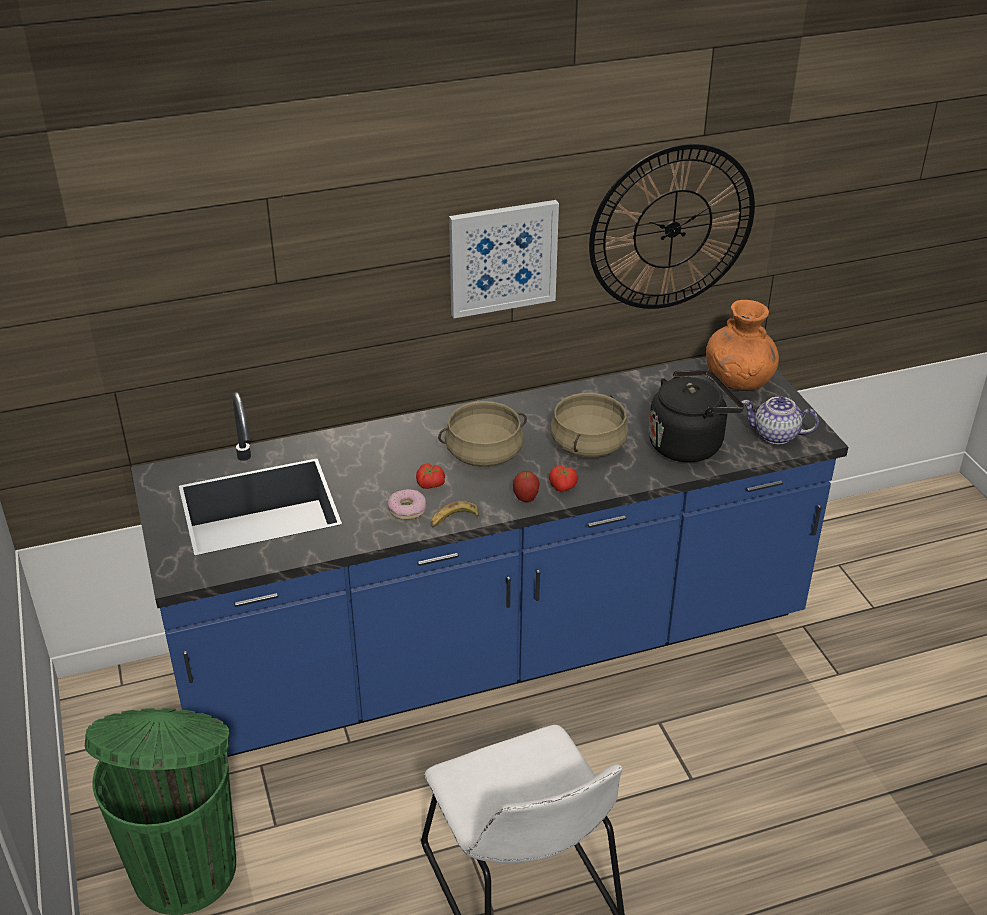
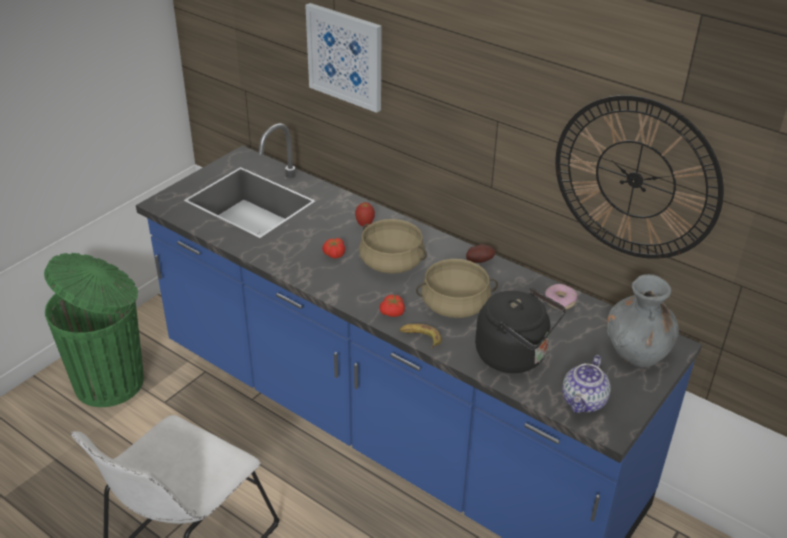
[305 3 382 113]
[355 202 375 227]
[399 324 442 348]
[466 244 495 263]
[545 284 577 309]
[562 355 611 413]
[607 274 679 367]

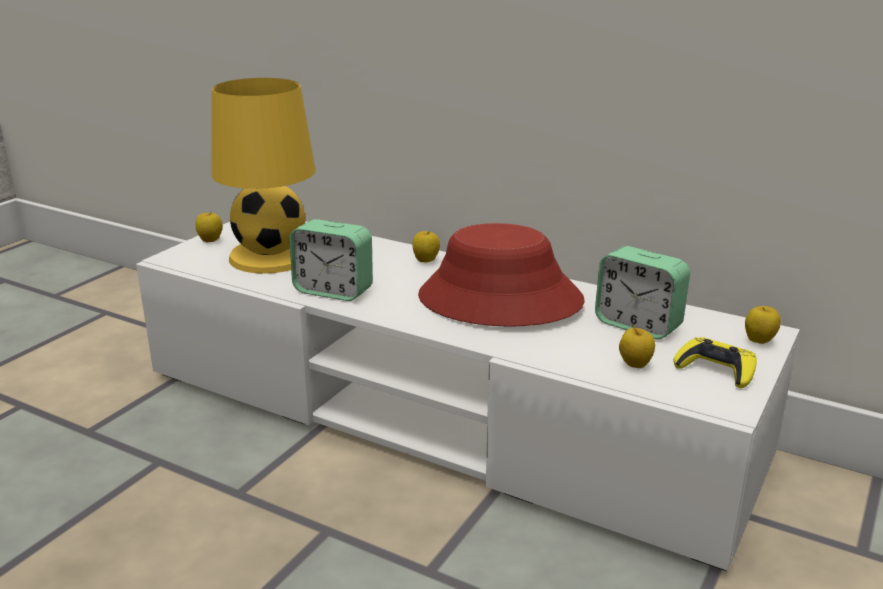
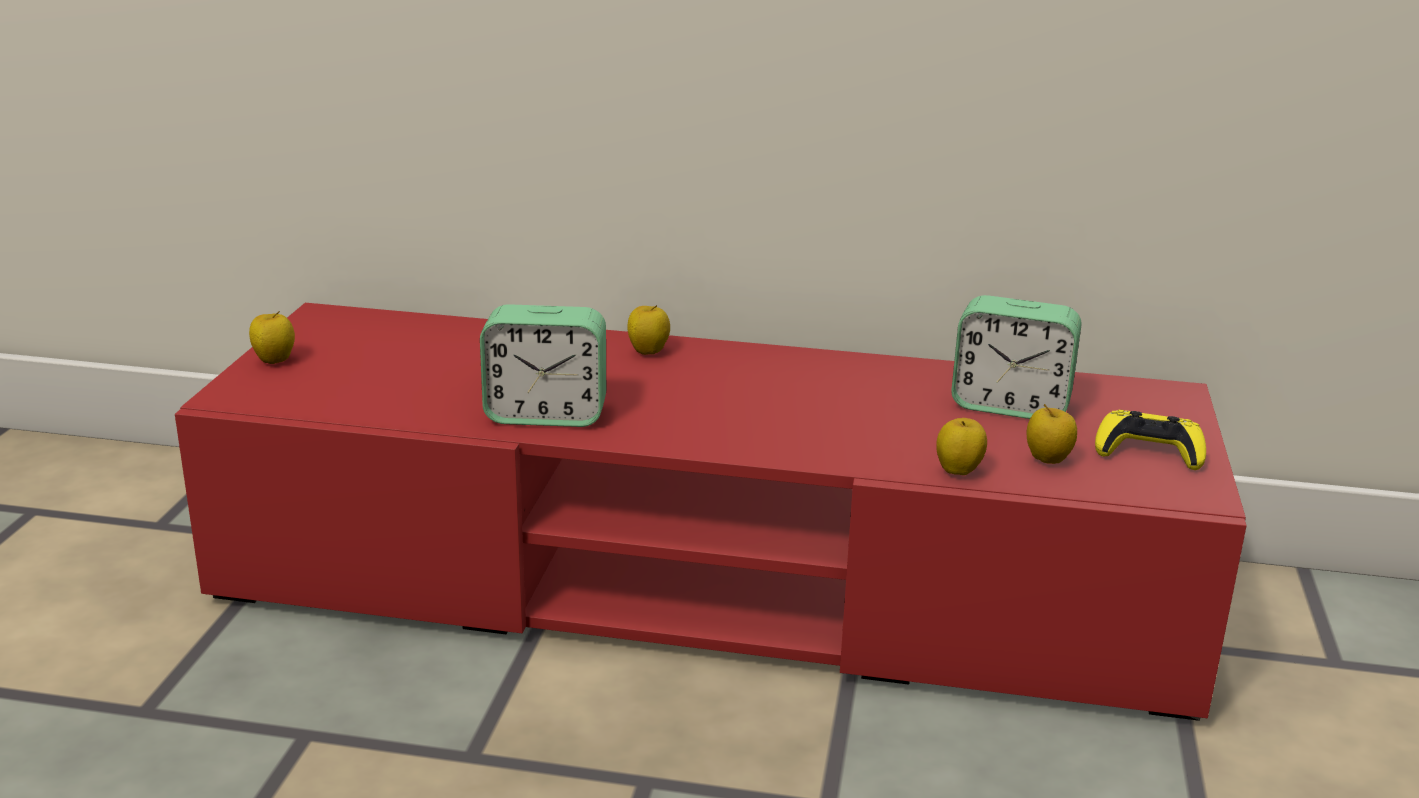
[175 303 1247 721]
[936 418 987 475]
[212 78 315 274] (first image)
[418 223 585 327] (first image)

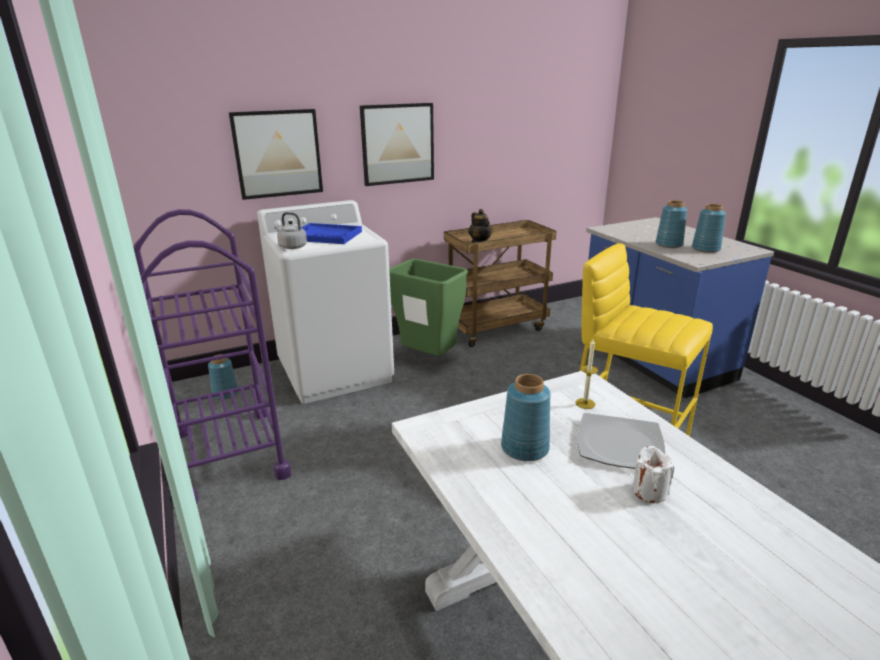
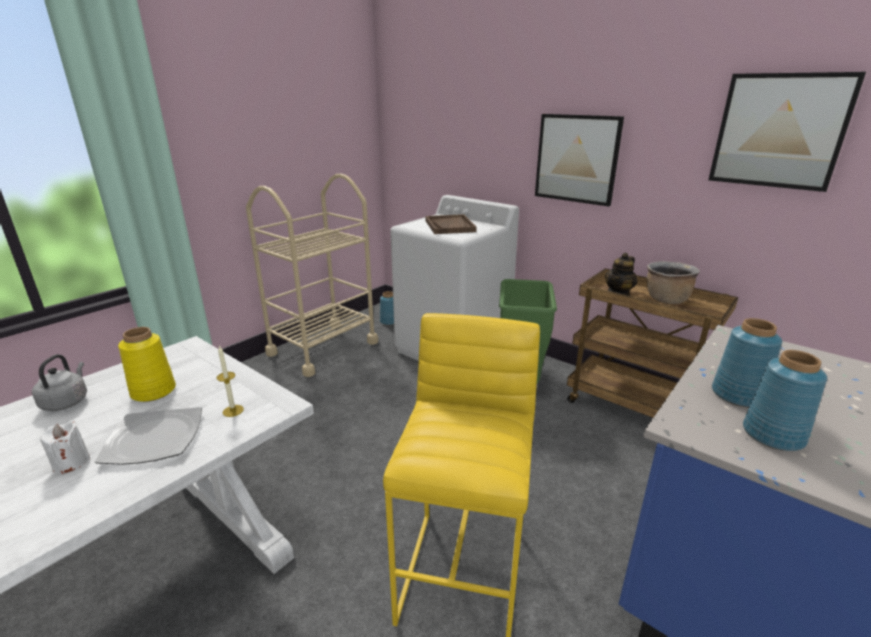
[32 354 87 411]
[118 327 176 402]
[246 174 378 377]
[425 214 477 234]
[647 261 700 304]
[709 72 866 192]

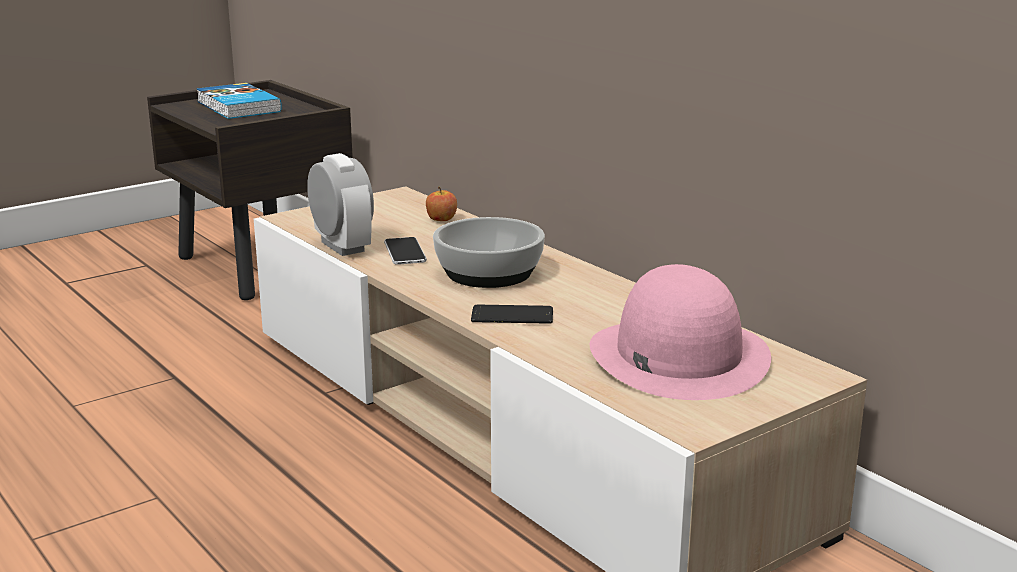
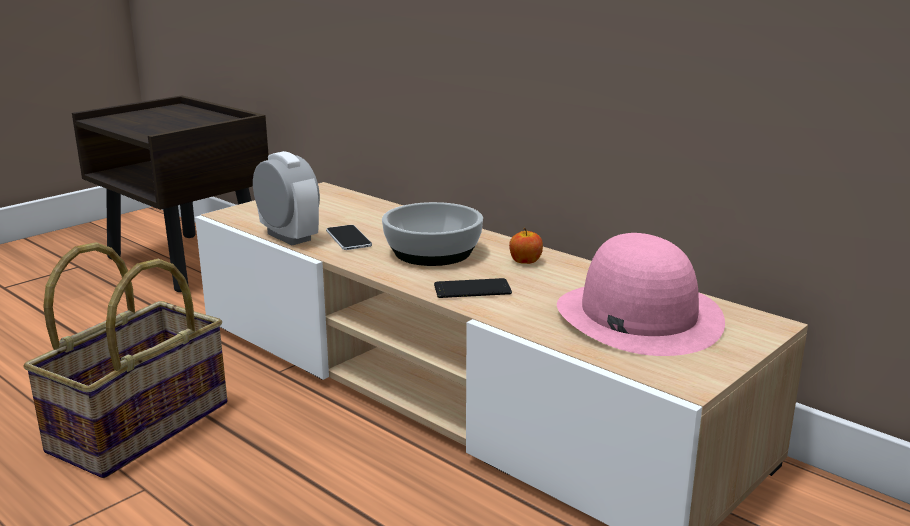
[23 242 227 478]
[509 227 543 264]
[197 83 282 119] (first image)

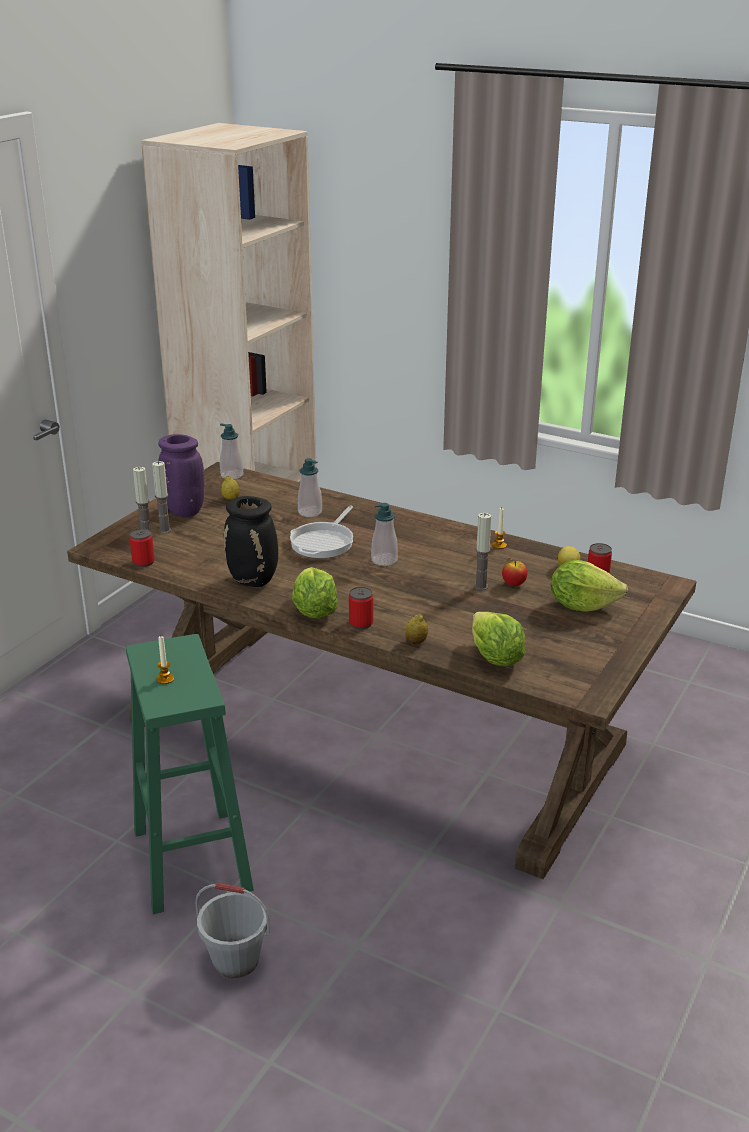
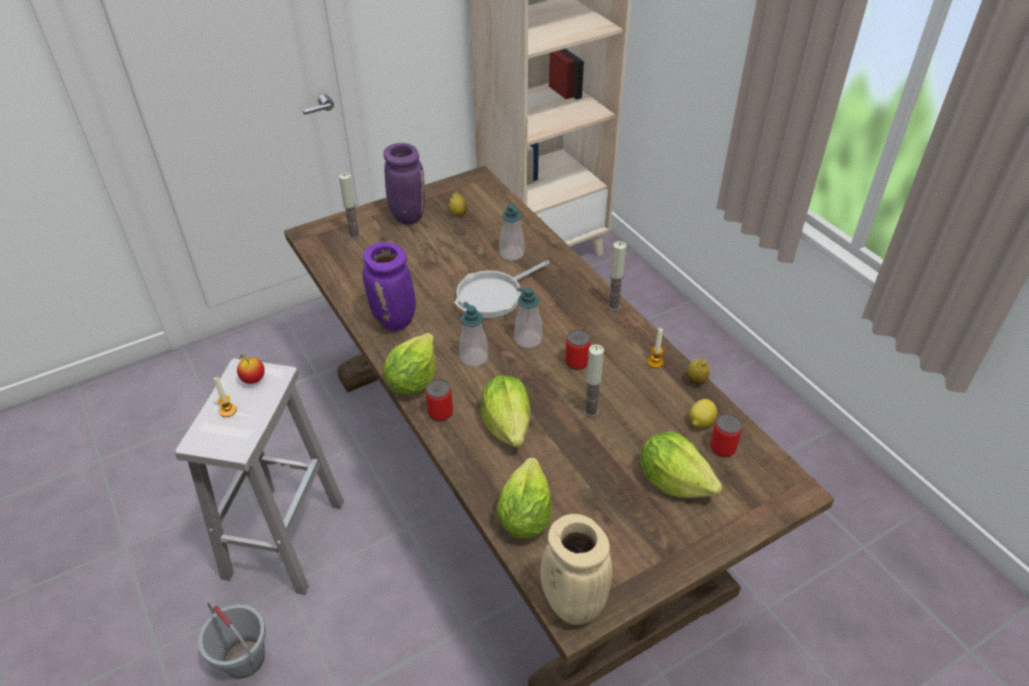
[175 359 344 595]
[237 355 265 384]
[362 242 416 331]
[459 302 488 367]
[481 375 531 447]
[540 514 613 625]
[565 329 590 370]
[607 241 626 311]
[686 359 710 384]

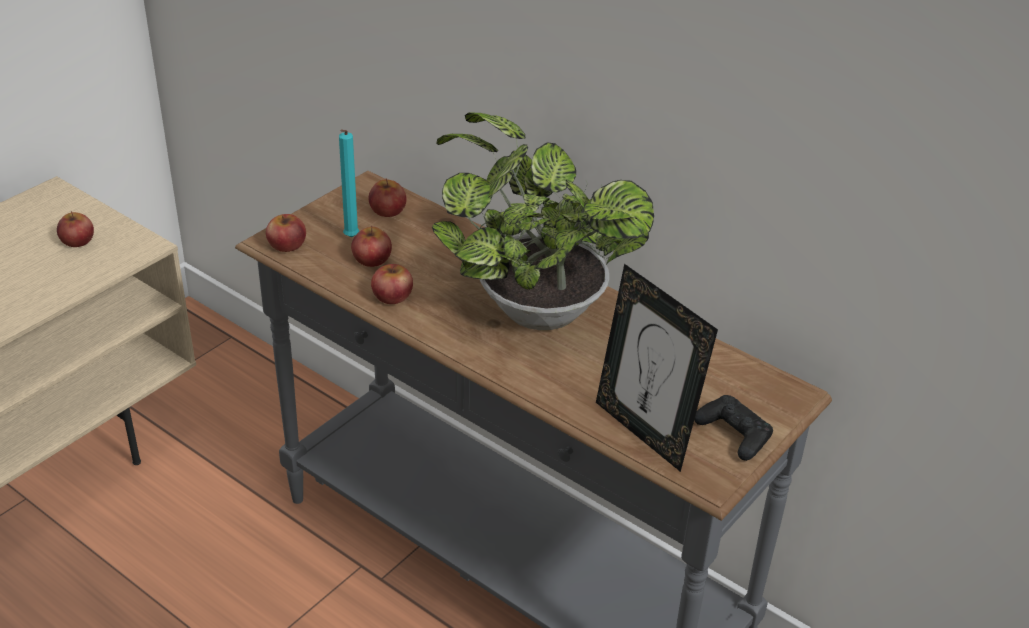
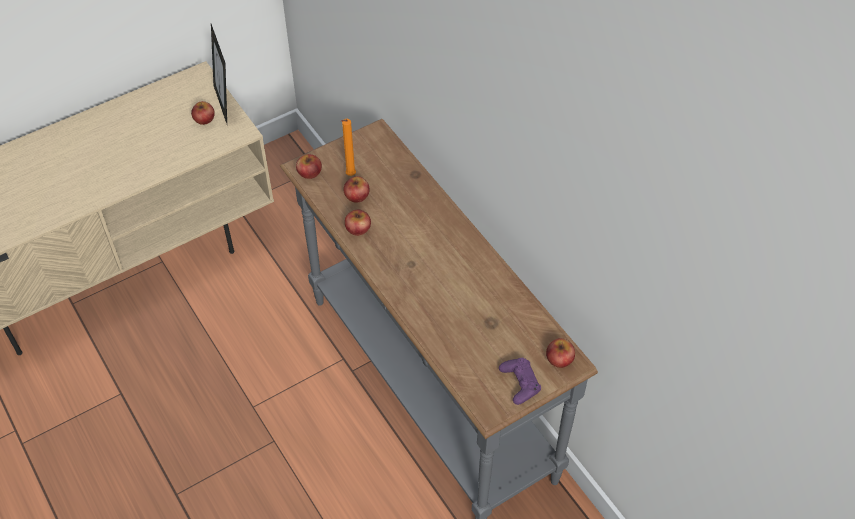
[211 24 227 123]
[341 119 356 176]
[499 358 541 405]
[546 338 575 368]
[432 112 654 330] (first image)

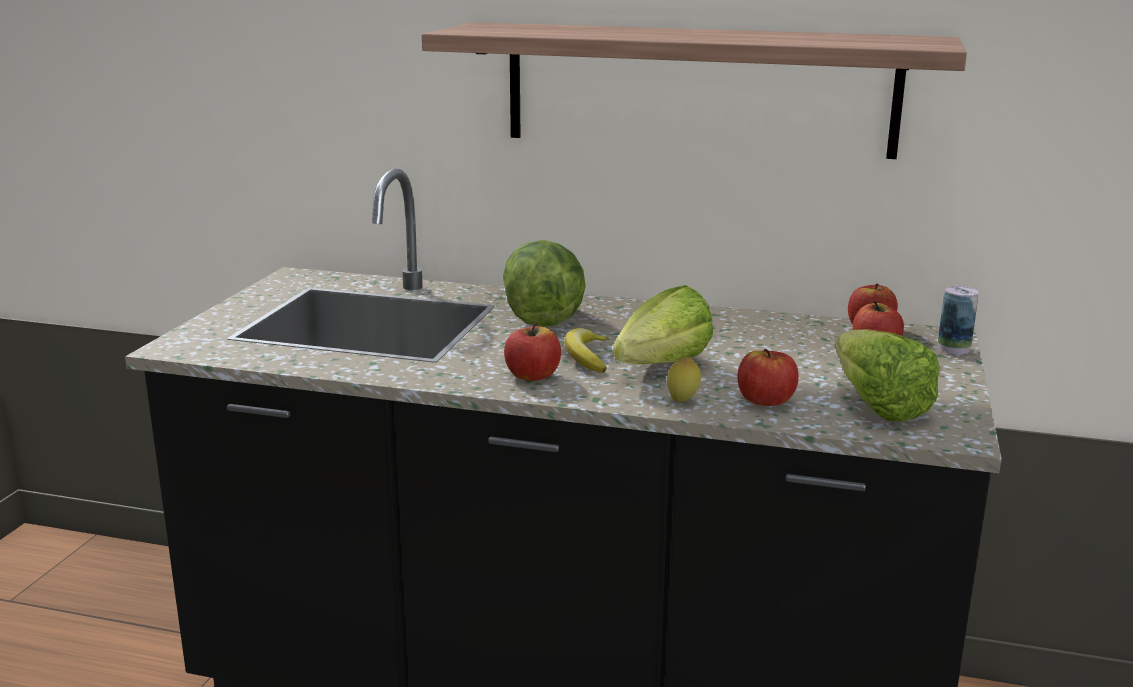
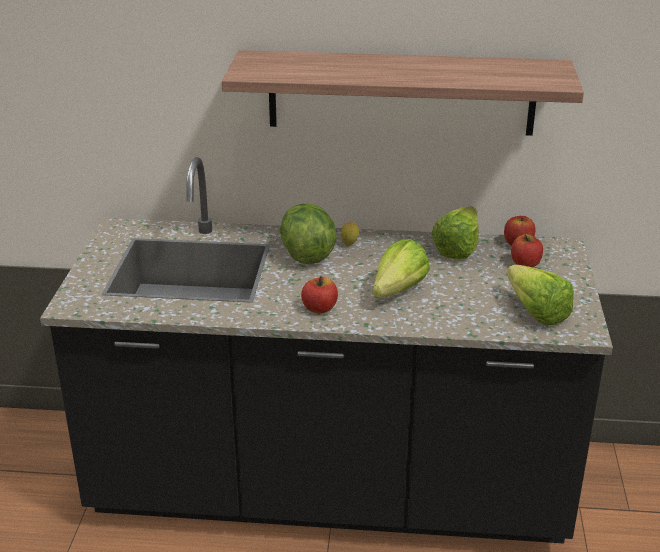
[341 221 359 245]
[431 206 479 259]
[564 328 610 373] (first image)
[738 349 799 406] (first image)
[938 286 978 355] (first image)

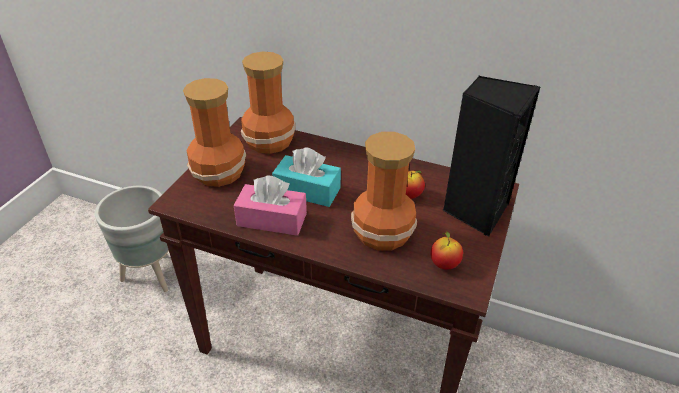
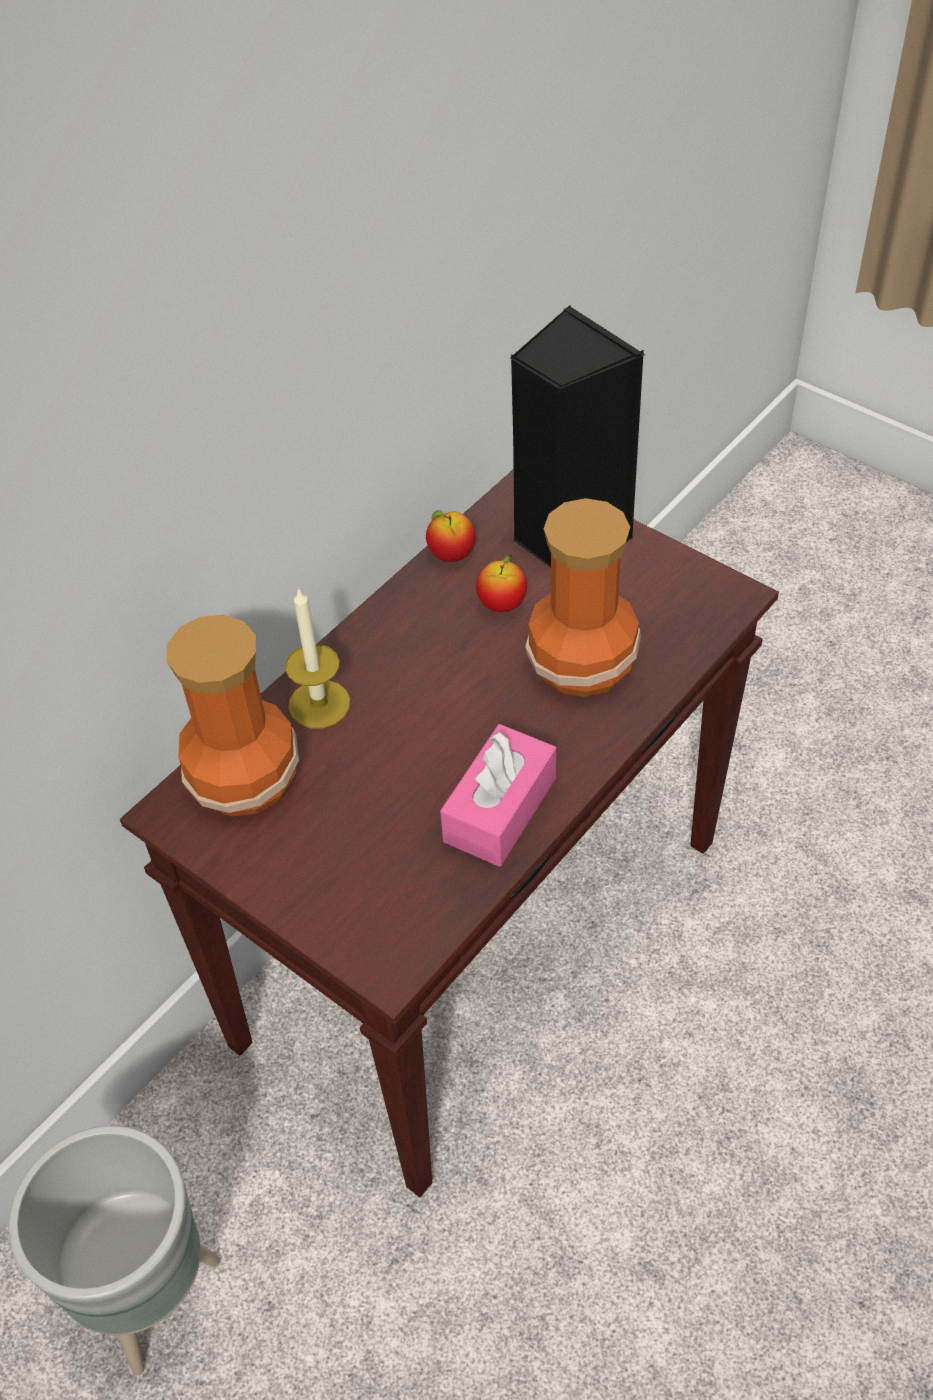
[285 587 350 729]
[426 510 476 562]
[183 78 246 187] (first image)
[272 147 341 207] (first image)

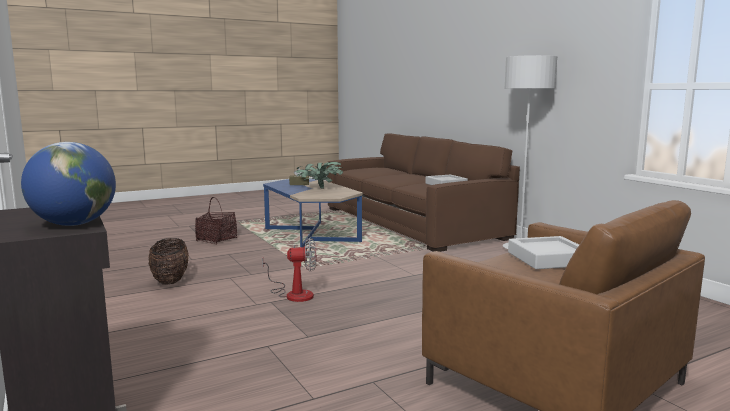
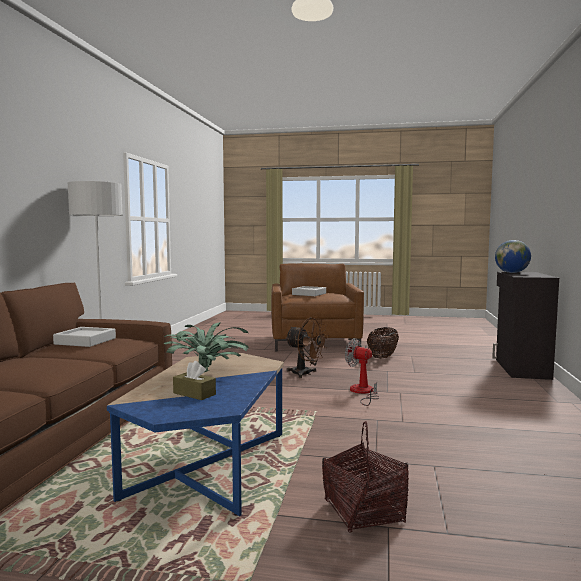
[285 317 329 378]
[367 327 399 359]

